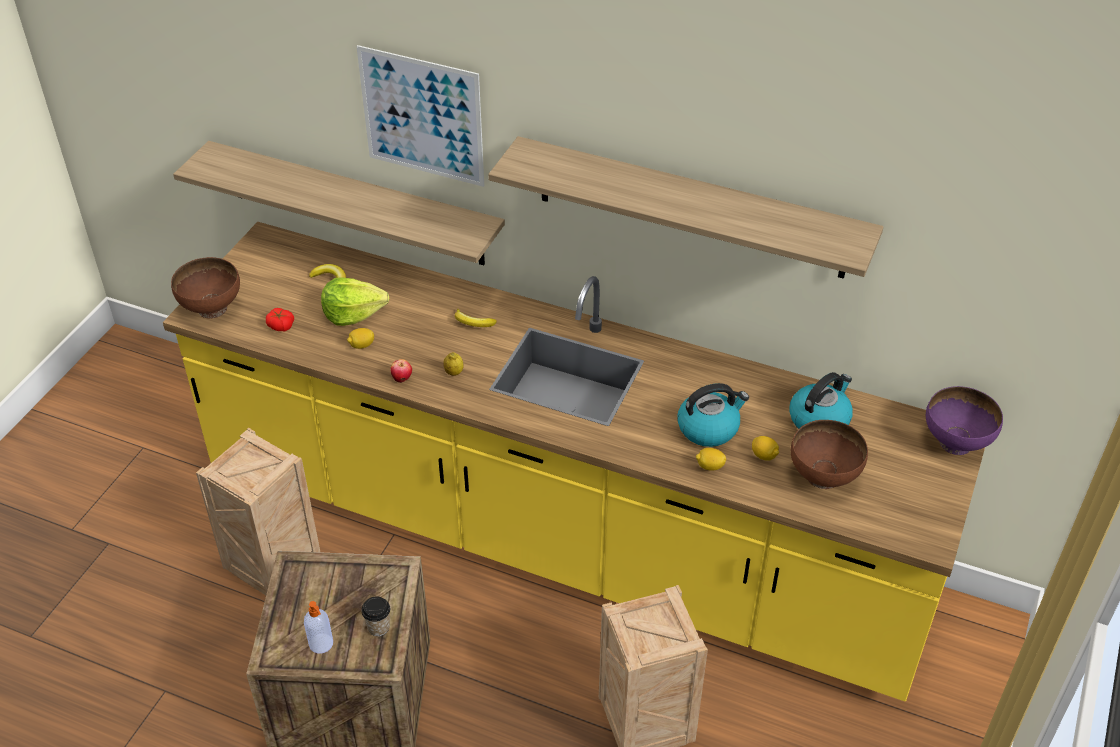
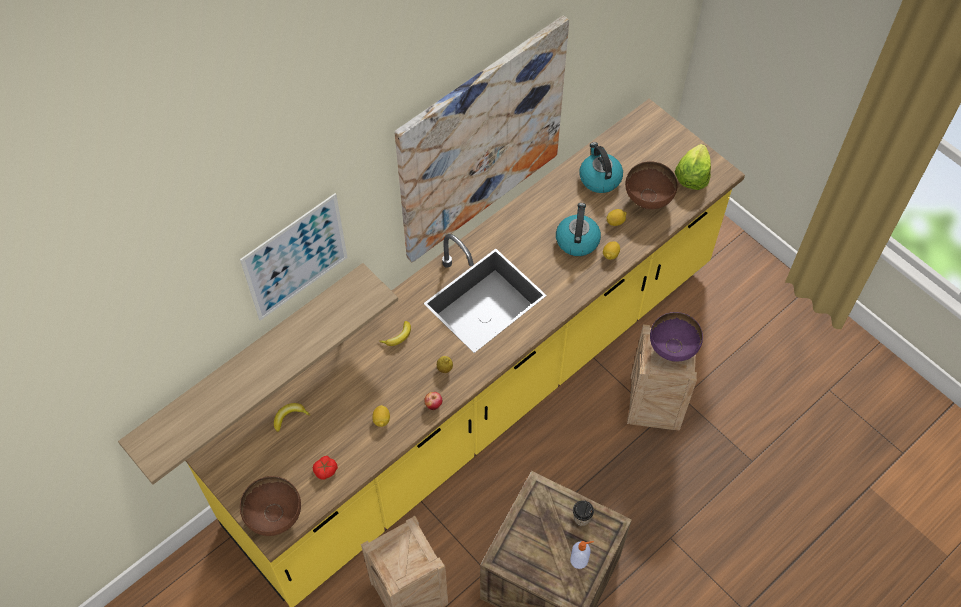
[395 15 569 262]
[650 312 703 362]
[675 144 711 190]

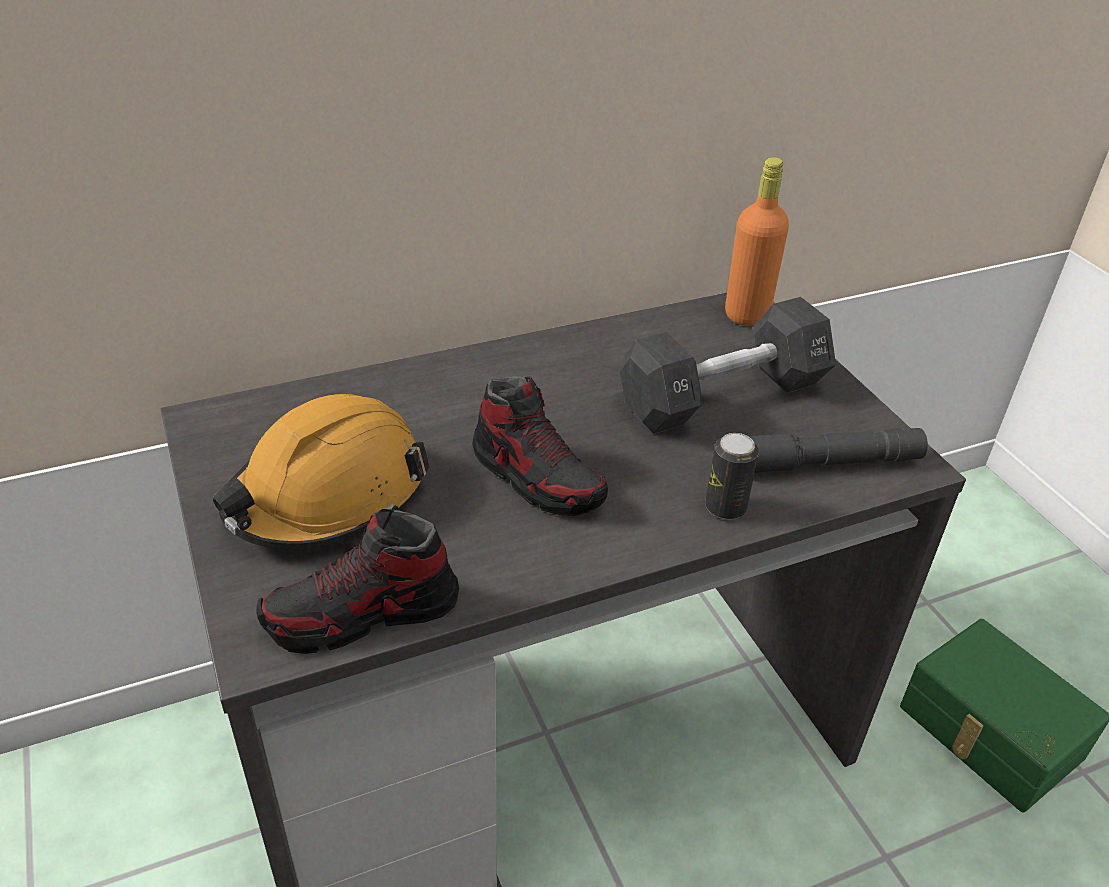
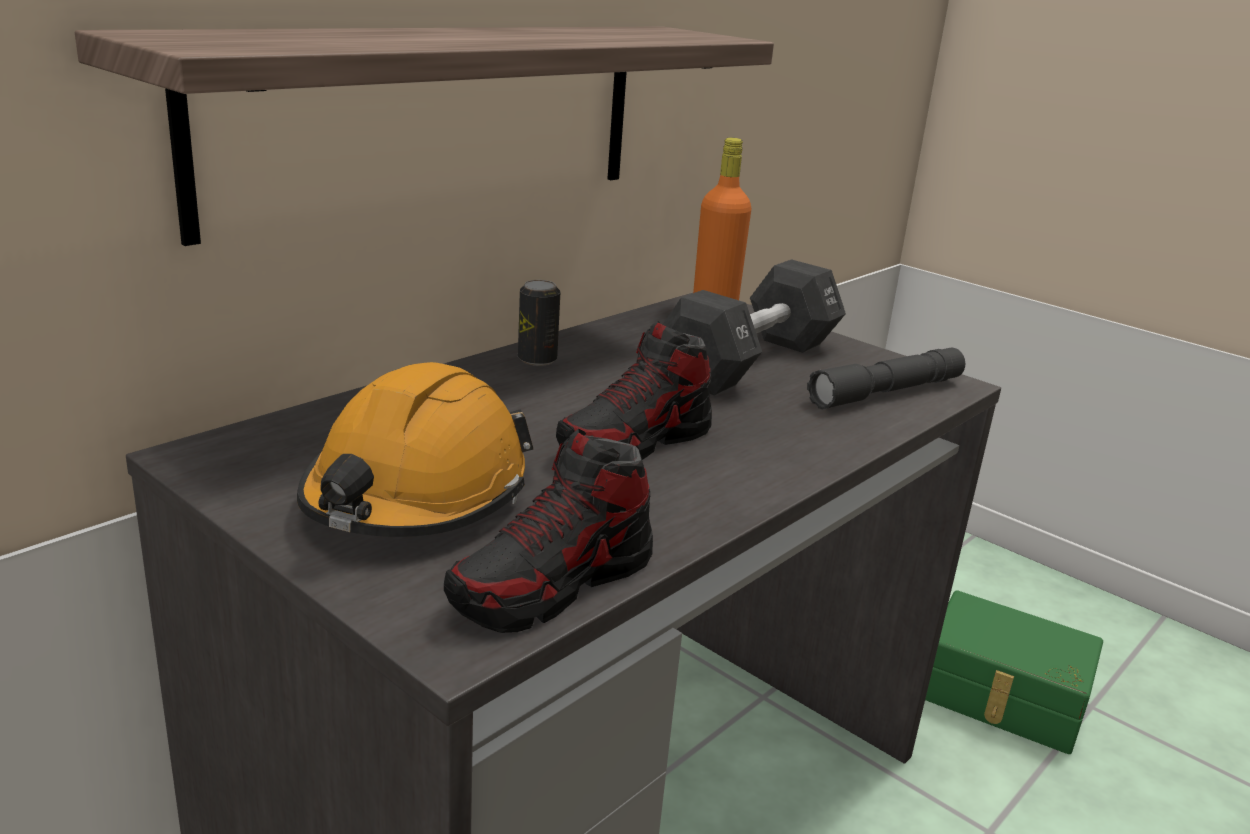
[75 27 774 246]
[518 280 560 366]
[556 321 712 460]

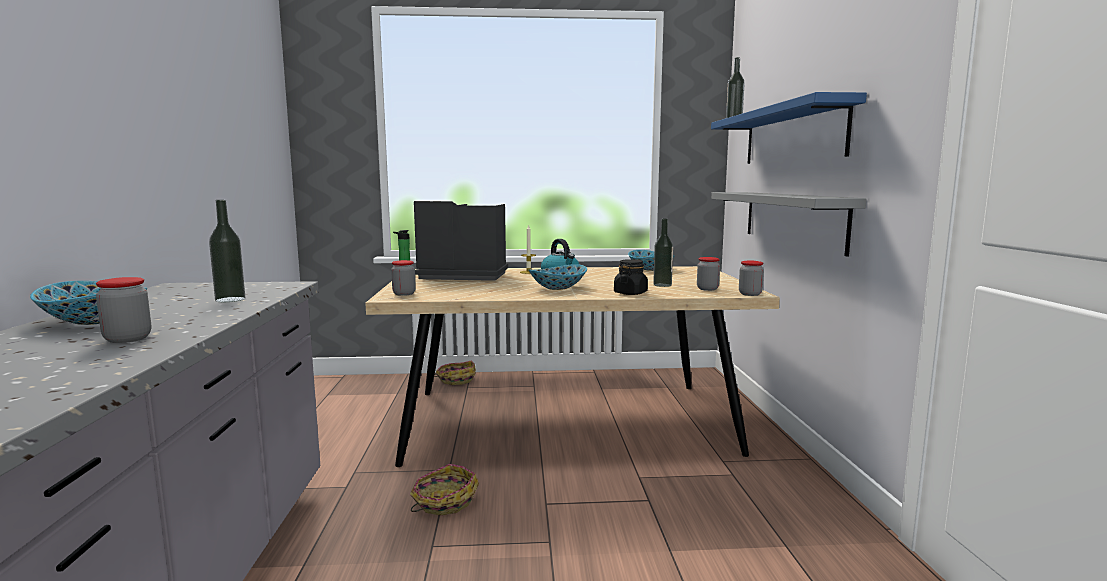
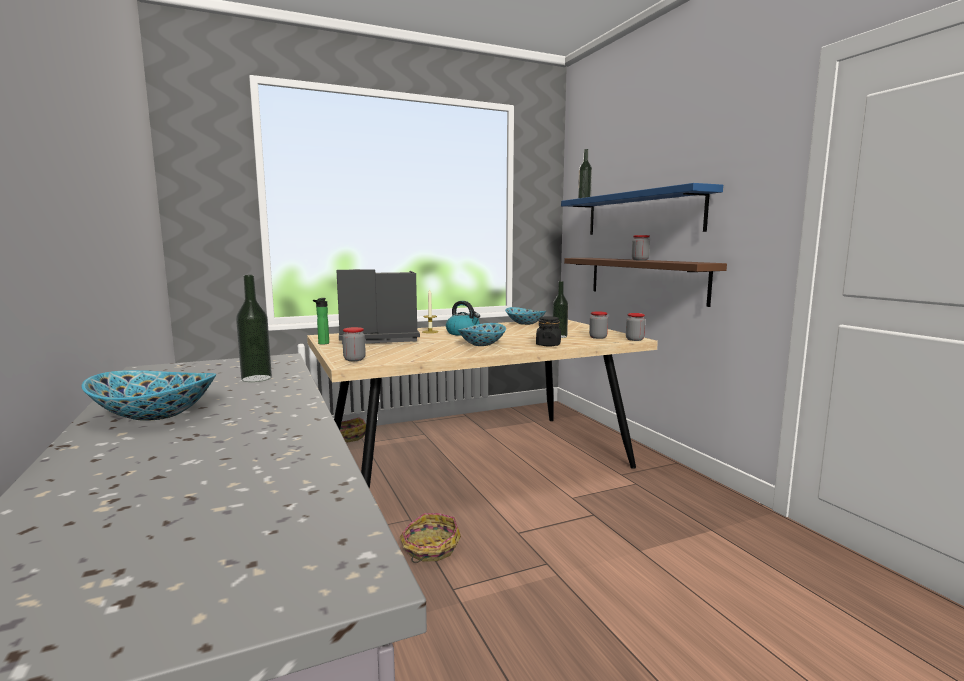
[564 258 727 307]
[632 235 650 260]

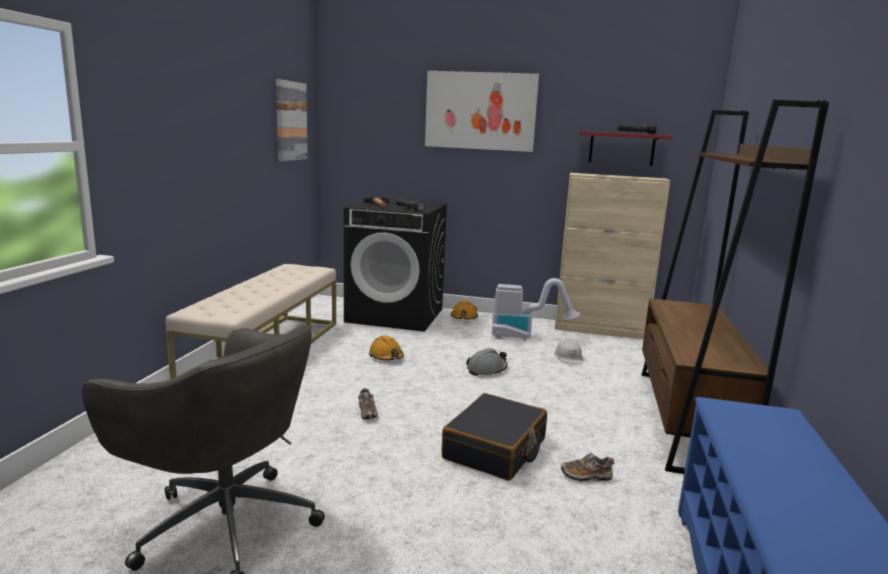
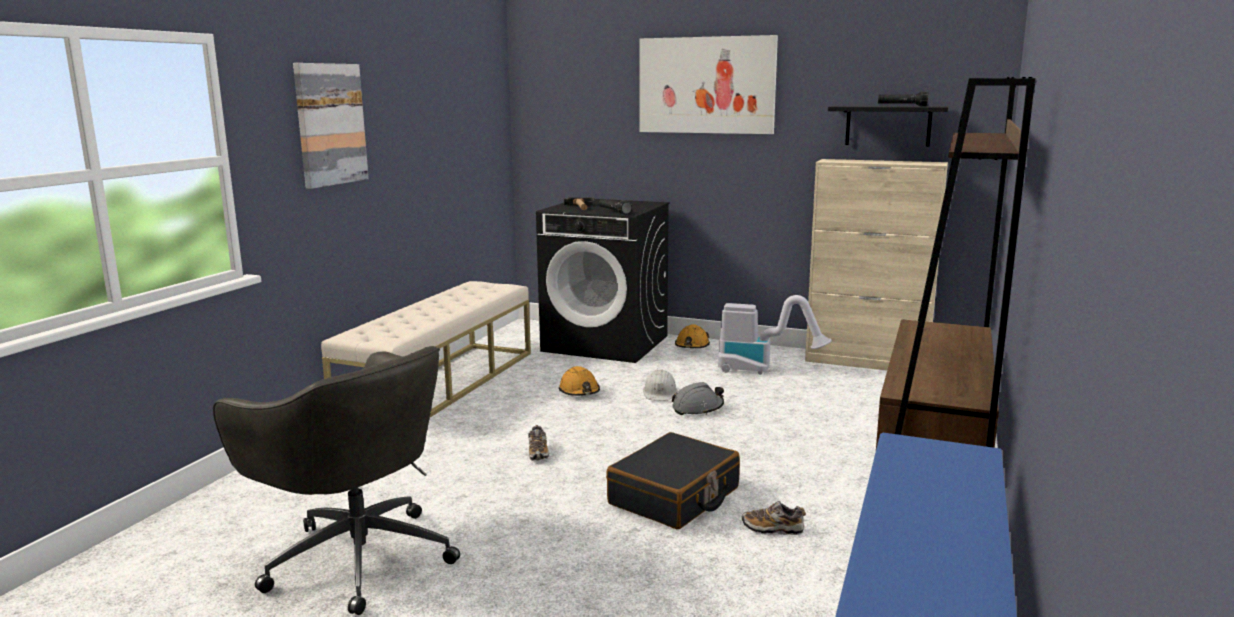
[293 63 369 189]
[643 369 677 401]
[828 106 949 147]

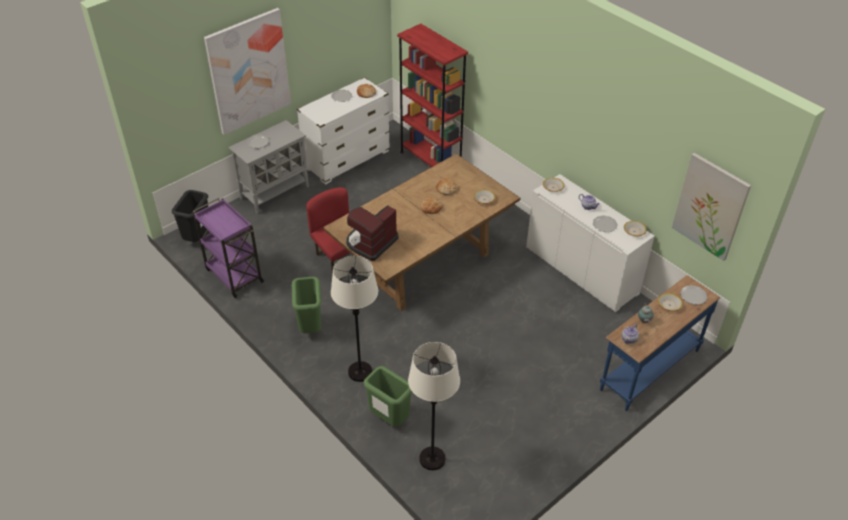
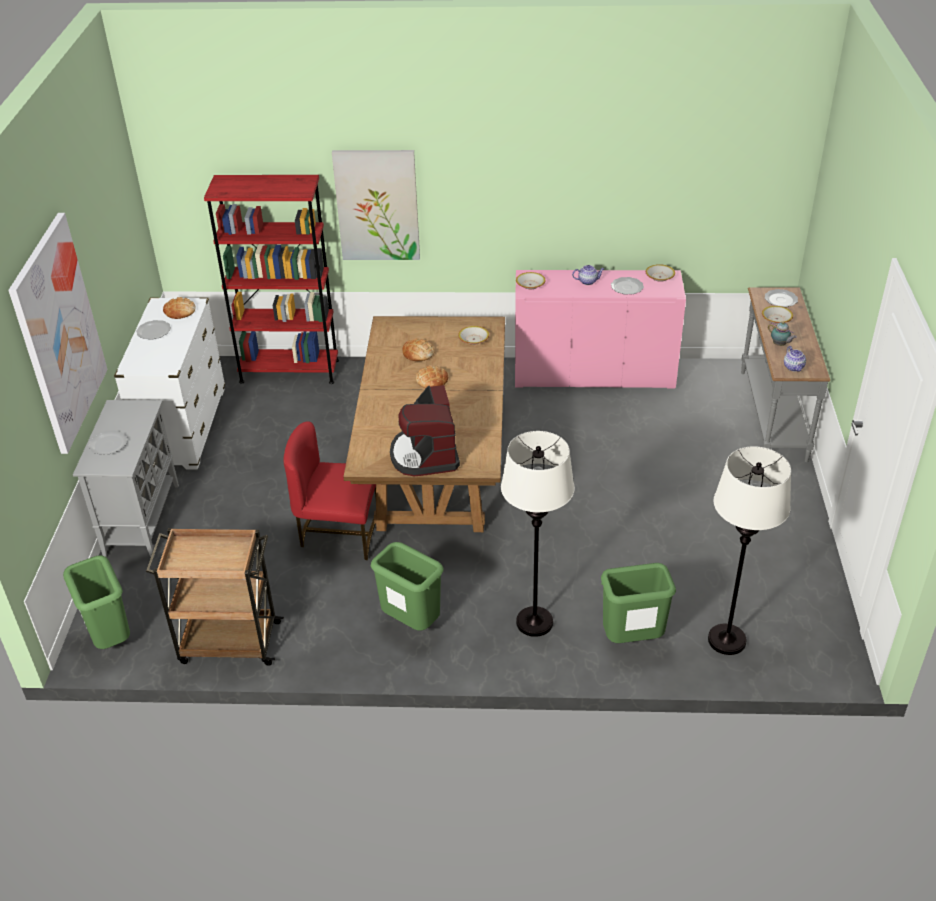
[63 555 130 649]
[146 528 284 666]
[332 150 420 260]
[515 270 686 389]
[741 287 830 462]

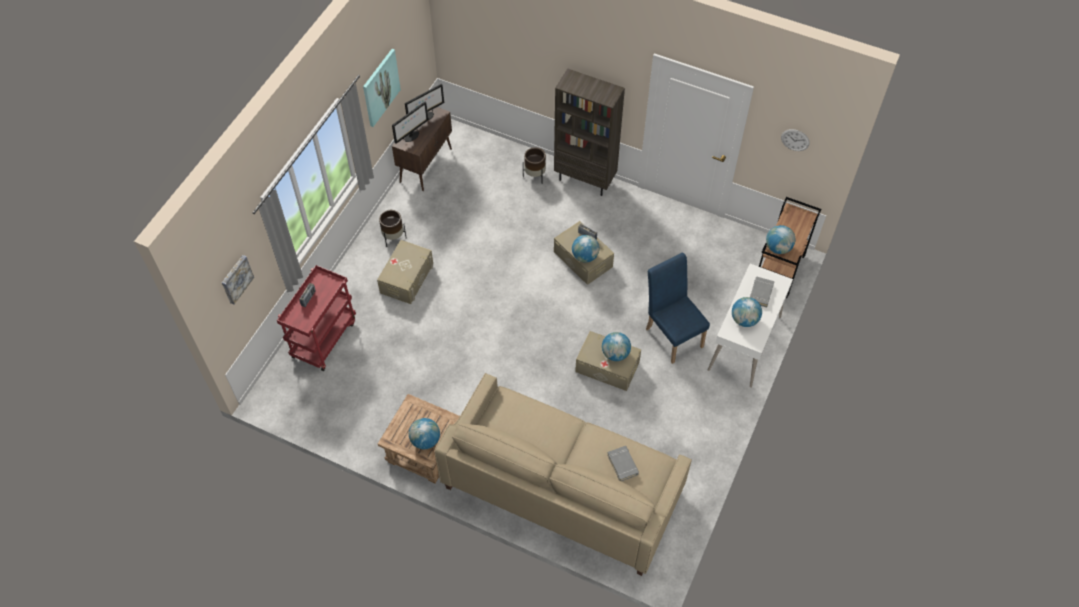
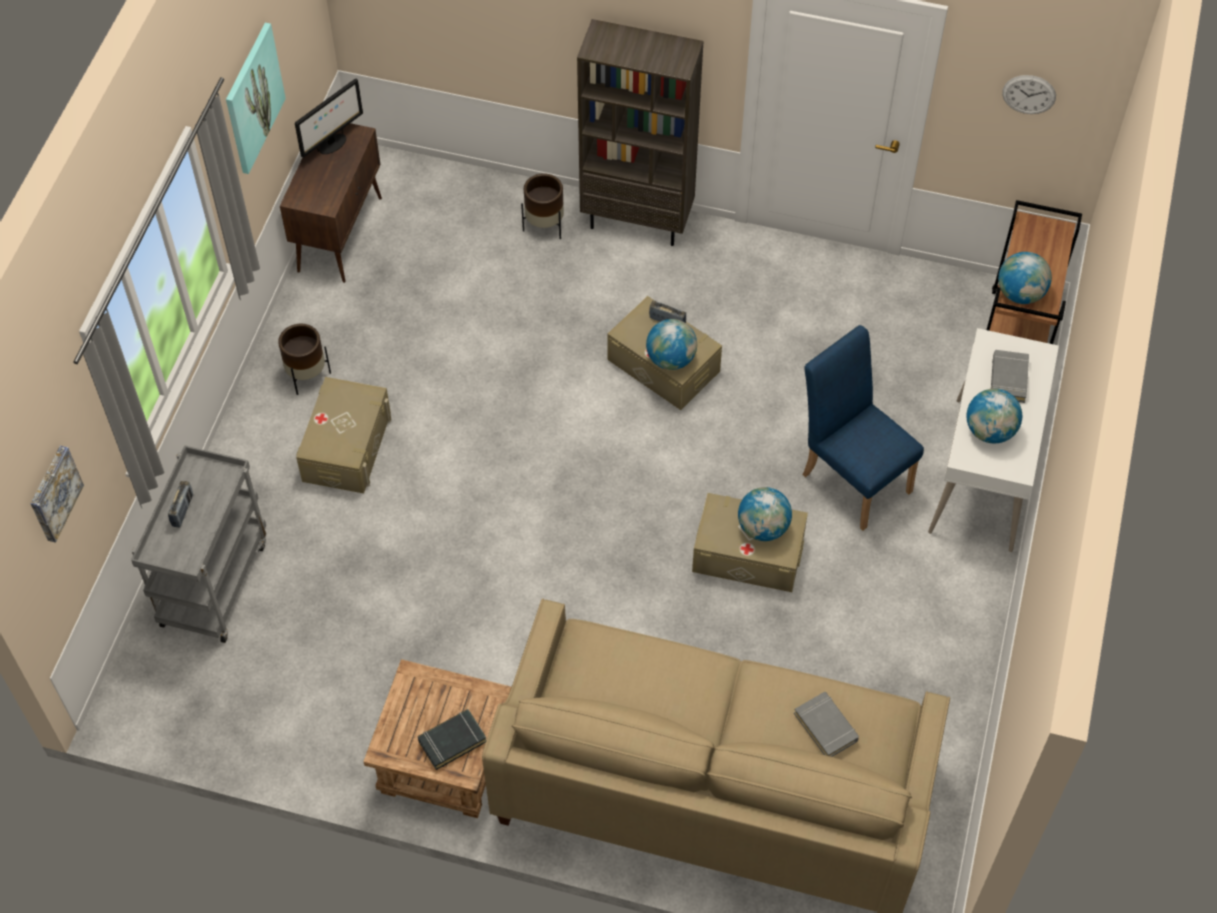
[131 446 266 643]
[418 709 486 770]
[392 101 429 144] (first image)

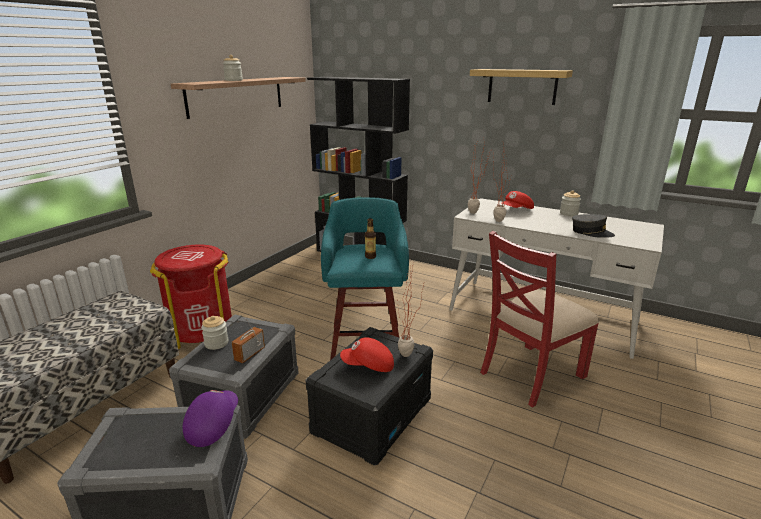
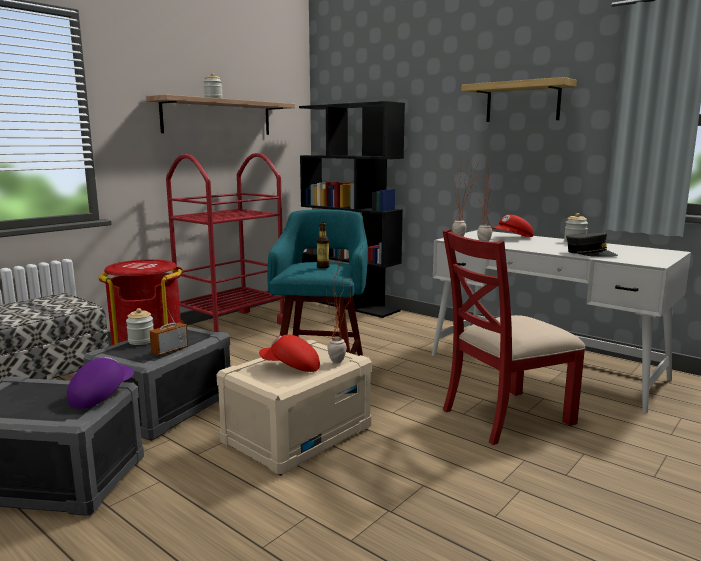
[166 153 284 332]
[217 339 372 476]

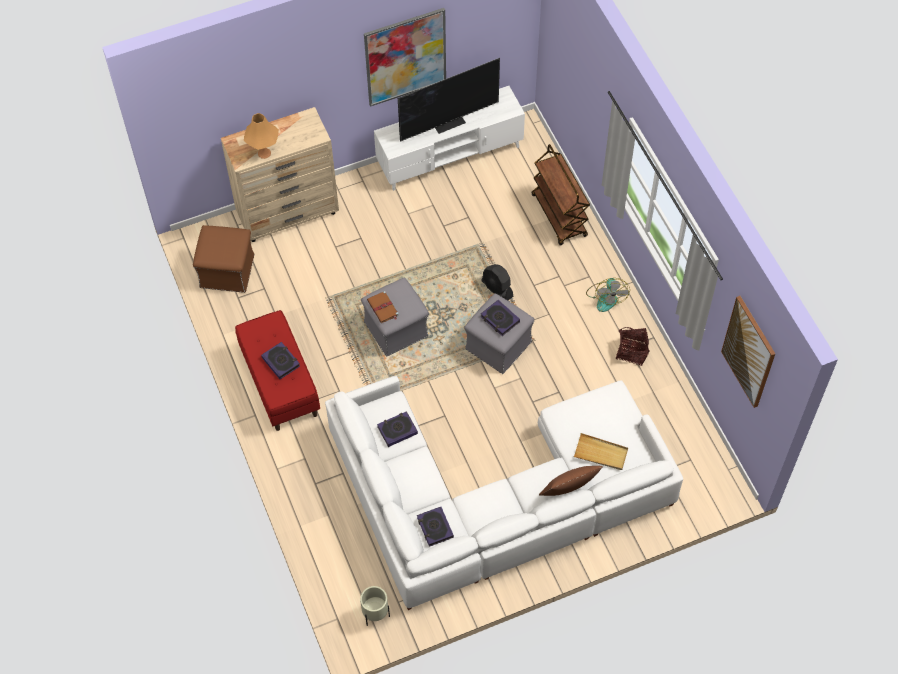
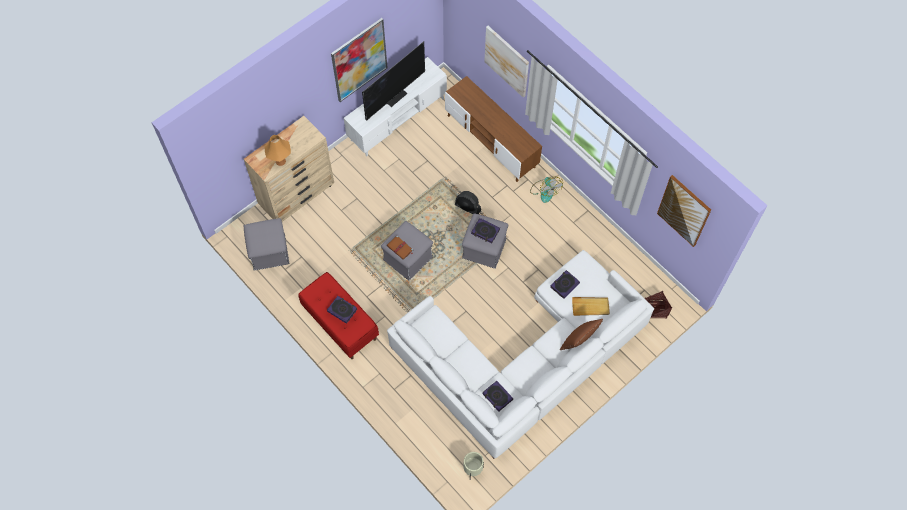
[244 218 289 270]
[445 76 542 182]
[484 26 529 98]
[550 270 580 299]
[645 291 672 318]

